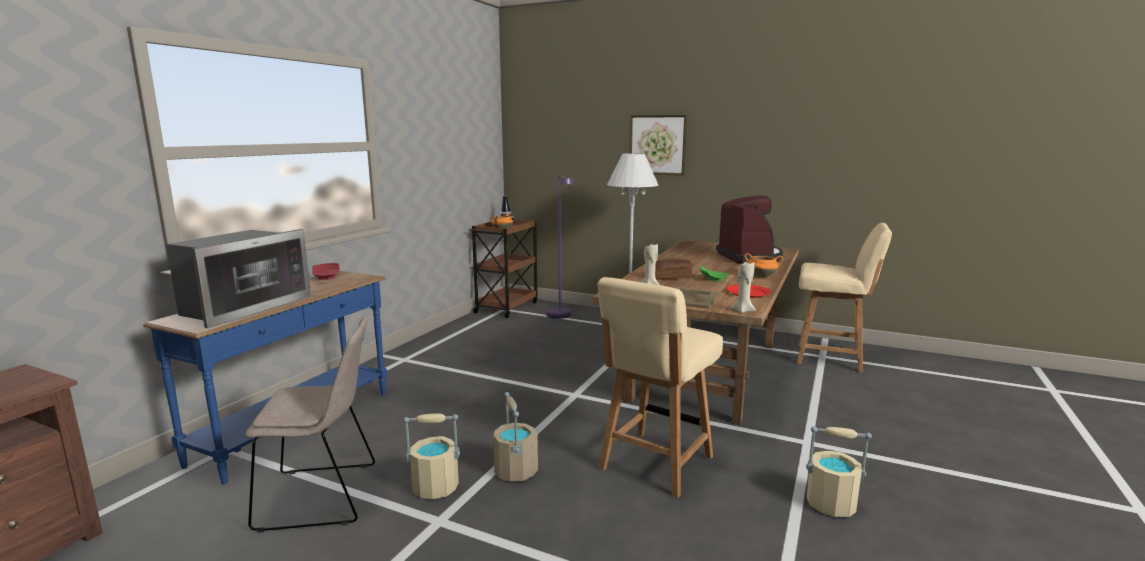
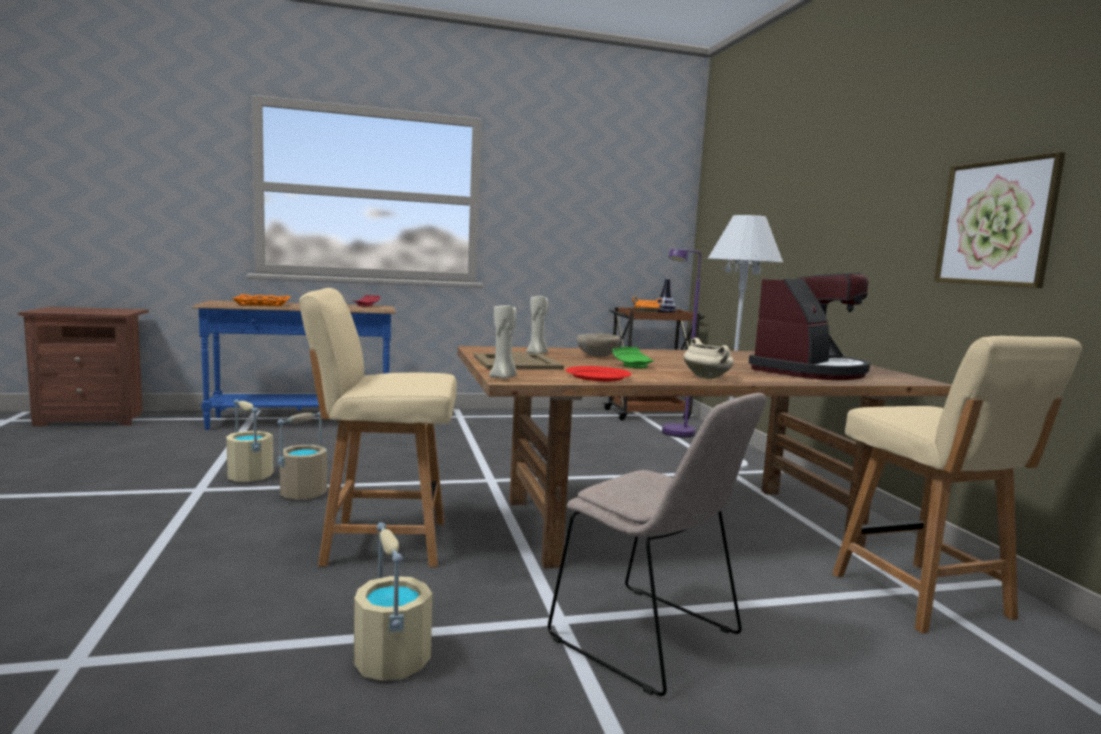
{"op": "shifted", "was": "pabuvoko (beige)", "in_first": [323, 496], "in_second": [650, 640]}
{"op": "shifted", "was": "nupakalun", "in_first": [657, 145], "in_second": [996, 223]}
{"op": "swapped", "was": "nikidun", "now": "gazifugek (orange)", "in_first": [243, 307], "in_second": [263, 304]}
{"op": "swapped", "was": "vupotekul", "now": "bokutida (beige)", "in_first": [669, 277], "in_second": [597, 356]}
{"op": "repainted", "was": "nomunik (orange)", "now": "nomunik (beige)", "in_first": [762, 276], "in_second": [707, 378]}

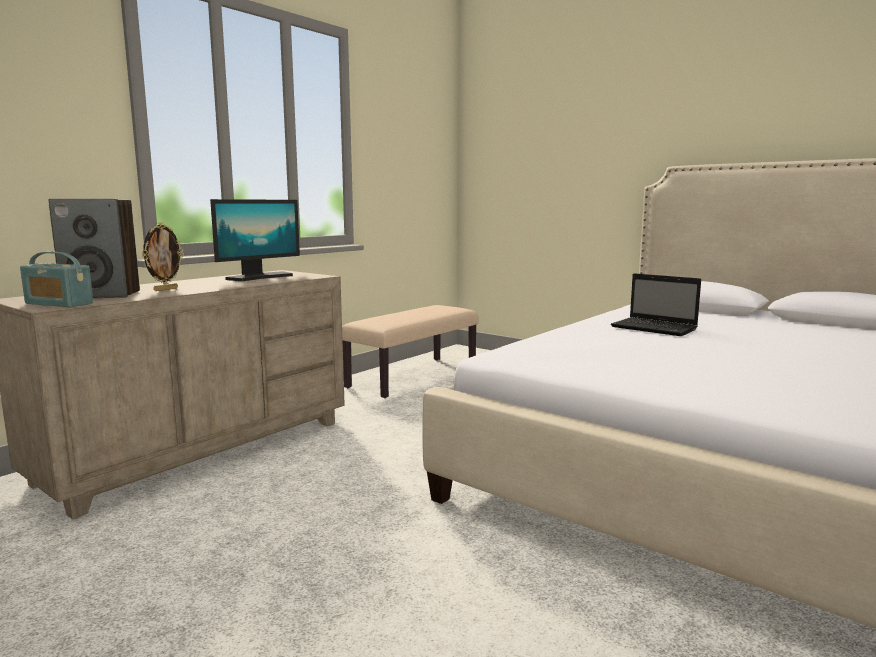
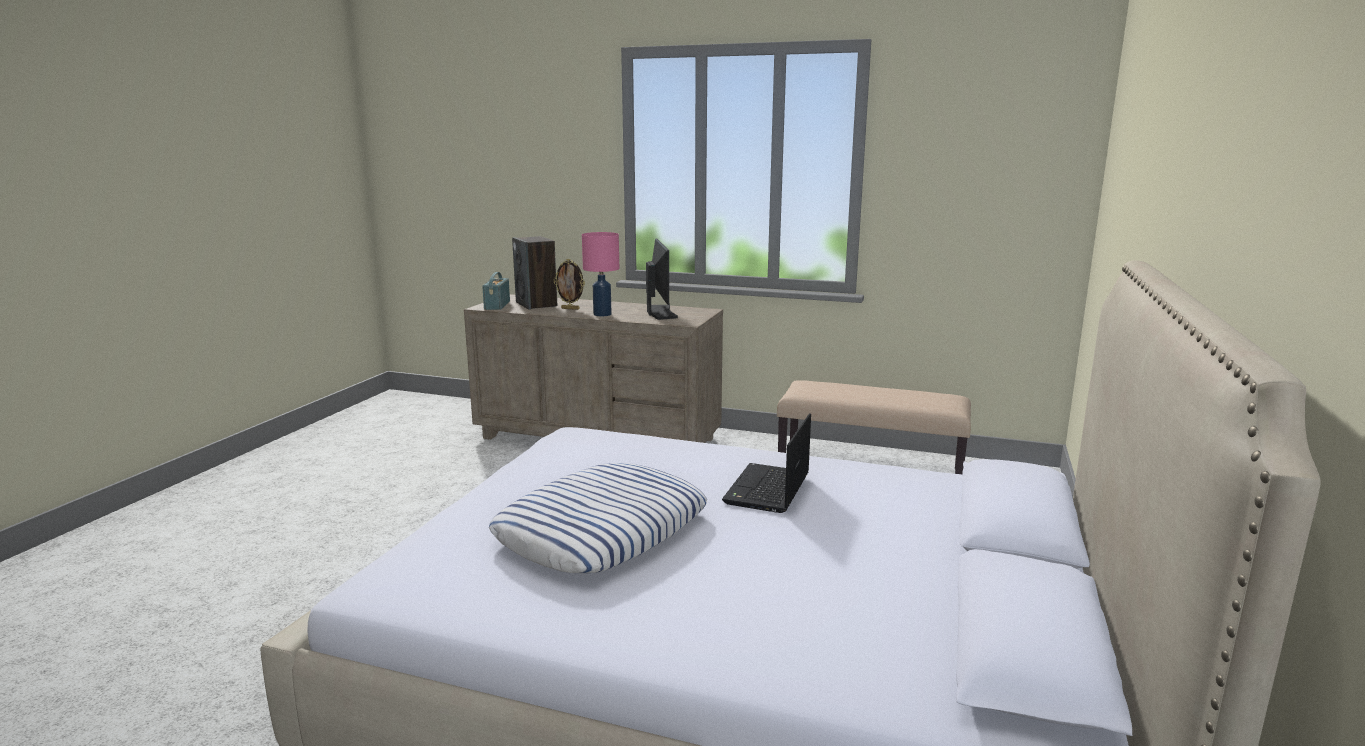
{"op": "new", "now": "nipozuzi", "in_second": [602, 530]}
{"op": "new", "now": "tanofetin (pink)", "in_second": [602, 314]}
{"op": "rotated", "was": "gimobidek", "in_first": [259, 277], "in_second": [660, 313], "clockwise": -120}

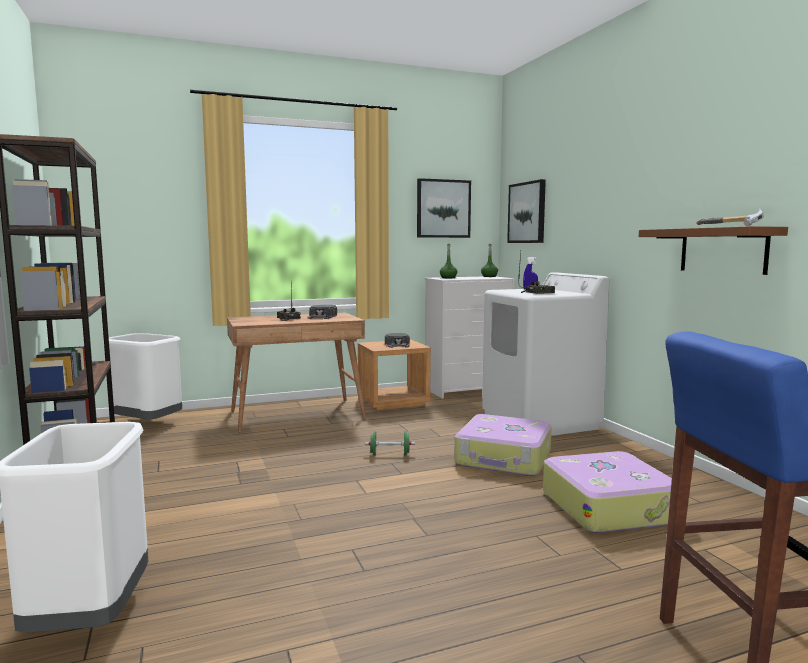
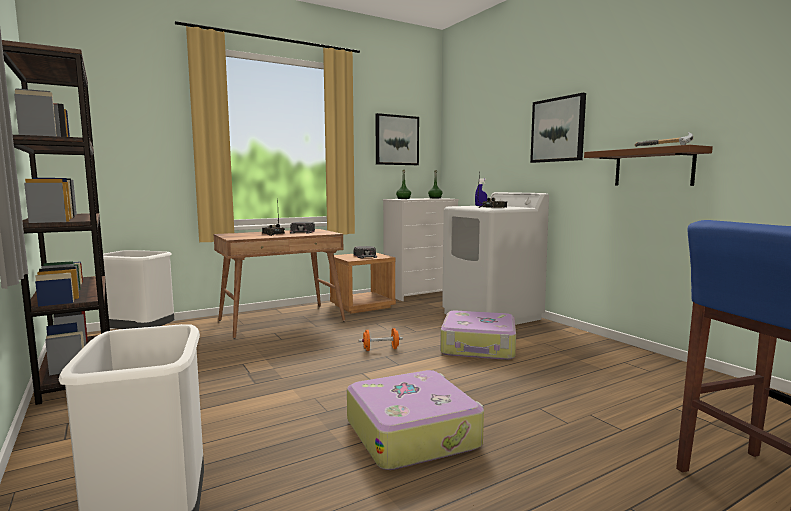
{"op": "shifted", "was": "nupakalun", "in_first": [527, 212], "in_second": [558, 130]}
{"op": "shifted", "was": "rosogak", "in_first": [609, 507], "in_second": [413, 433]}
{"op": "repainted", "was": "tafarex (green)", "now": "tafarex (orange)", "in_first": [390, 454], "in_second": [380, 349]}

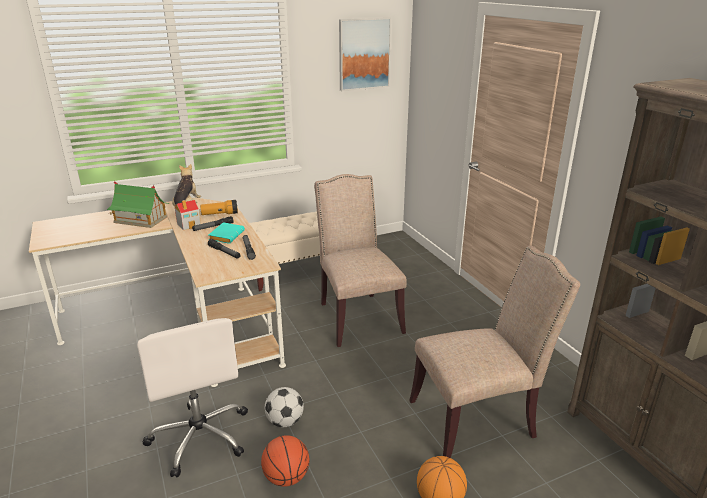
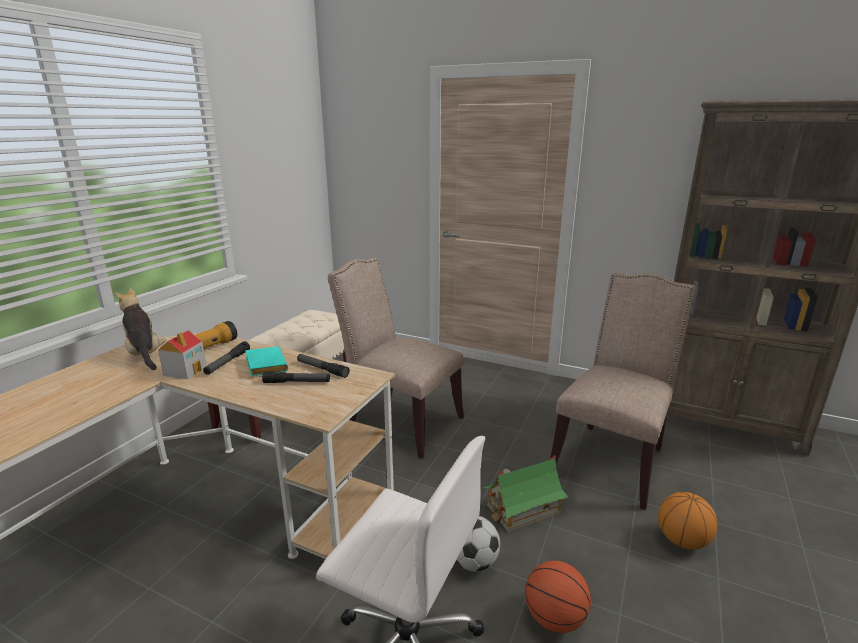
{"op": "gone", "was": "nupakalun", "in_first": [364, 54]}
{"op": "shifted", "was": "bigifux", "in_first": [140, 219], "in_second": [523, 509]}

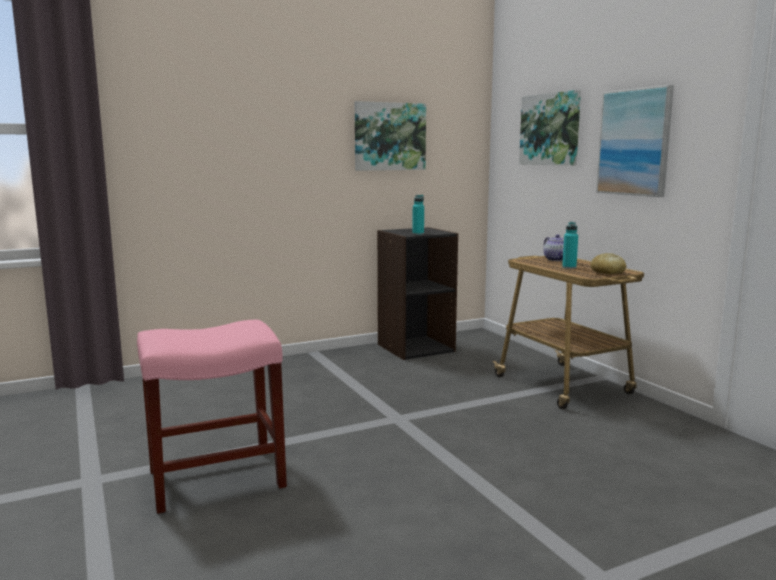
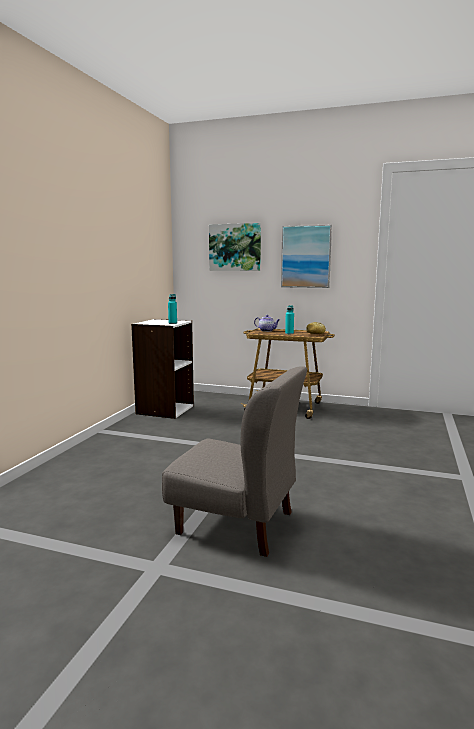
{"op": "gone", "was": "nupakalun", "in_first": [389, 136]}
{"op": "swapped", "was": "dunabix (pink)", "now": "pabuvoko (grey)", "in_first": [214, 479], "in_second": [236, 523]}
{"op": "repainted", "was": "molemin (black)", "now": "molemin (white)", "in_first": [415, 347], "in_second": [164, 409]}

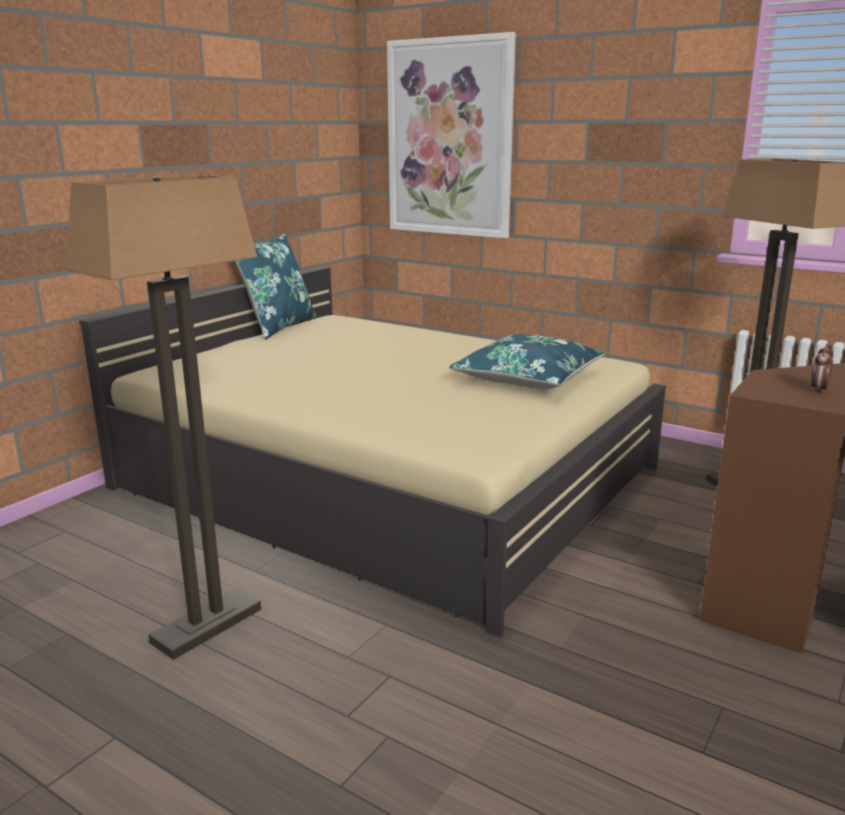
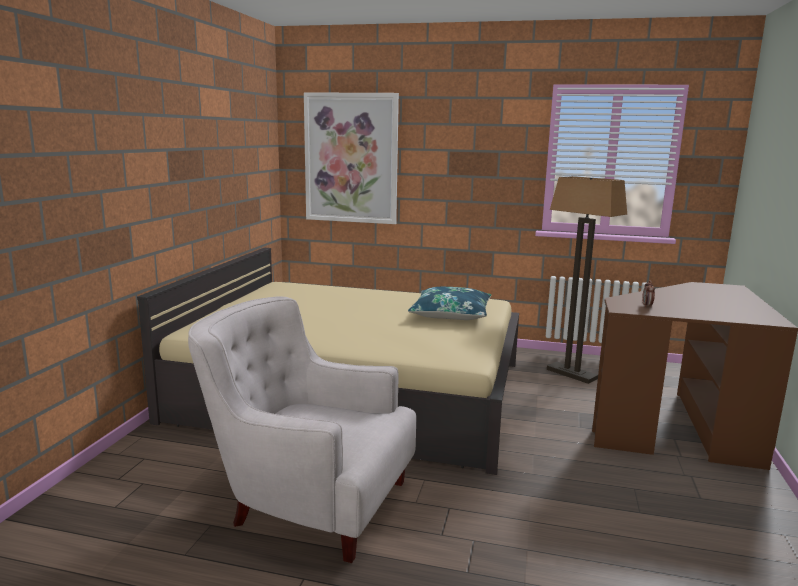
{"op": "gone", "was": "nipozuzi (blue)", "in_first": [278, 327]}
{"op": "swapped", "was": "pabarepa", "now": "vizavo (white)", "in_first": [207, 625], "in_second": [308, 501]}

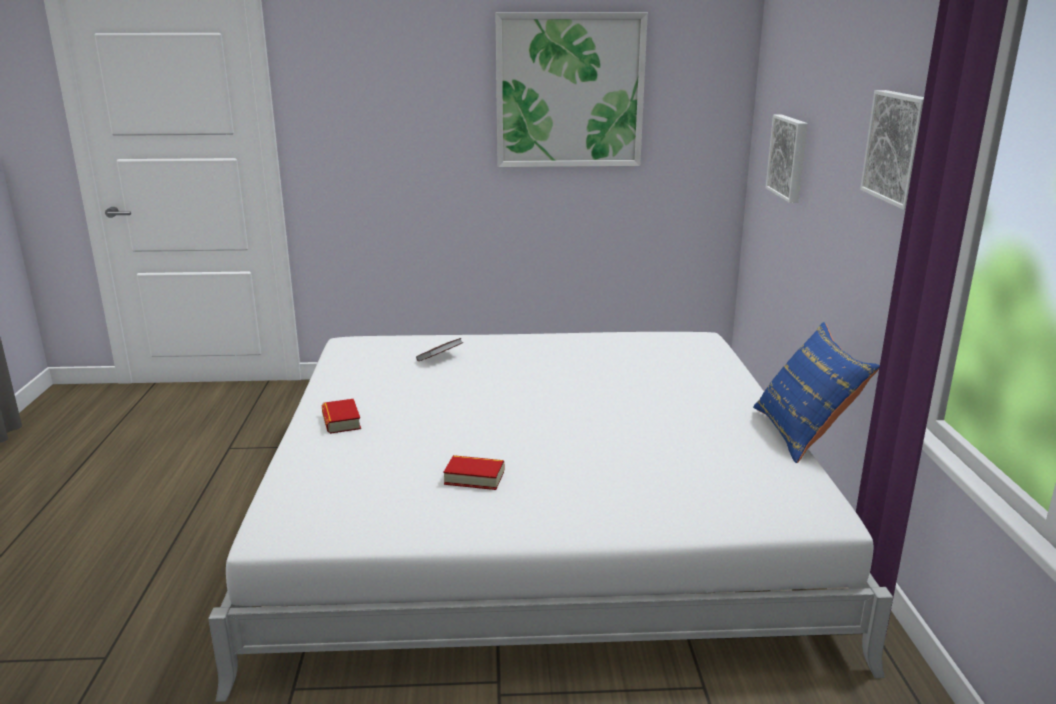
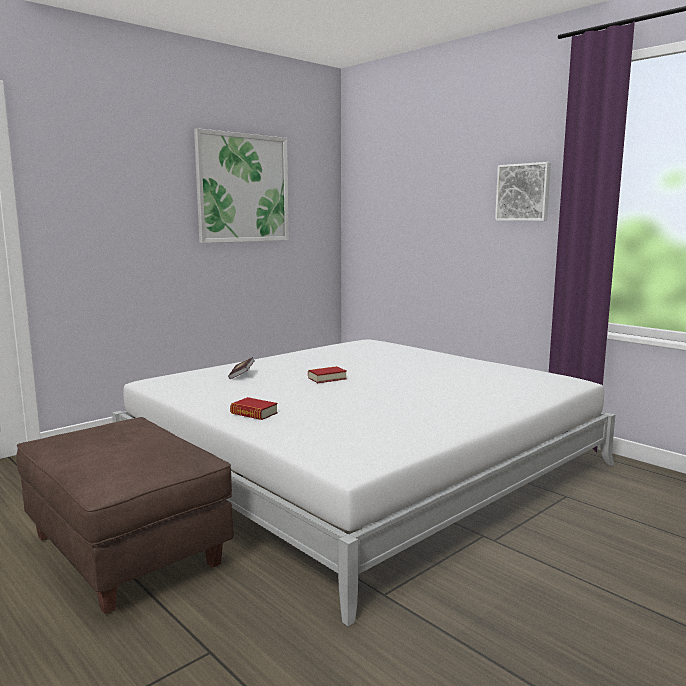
{"op": "gone", "was": "nipozuzi (blue)", "in_first": [804, 433]}
{"op": "gone", "was": "nupakalun", "in_first": [790, 157]}
{"op": "new", "now": "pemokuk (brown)", "in_second": [126, 551]}
{"op": "shifted", "was": "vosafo", "in_first": [474, 478], "in_second": [327, 378]}

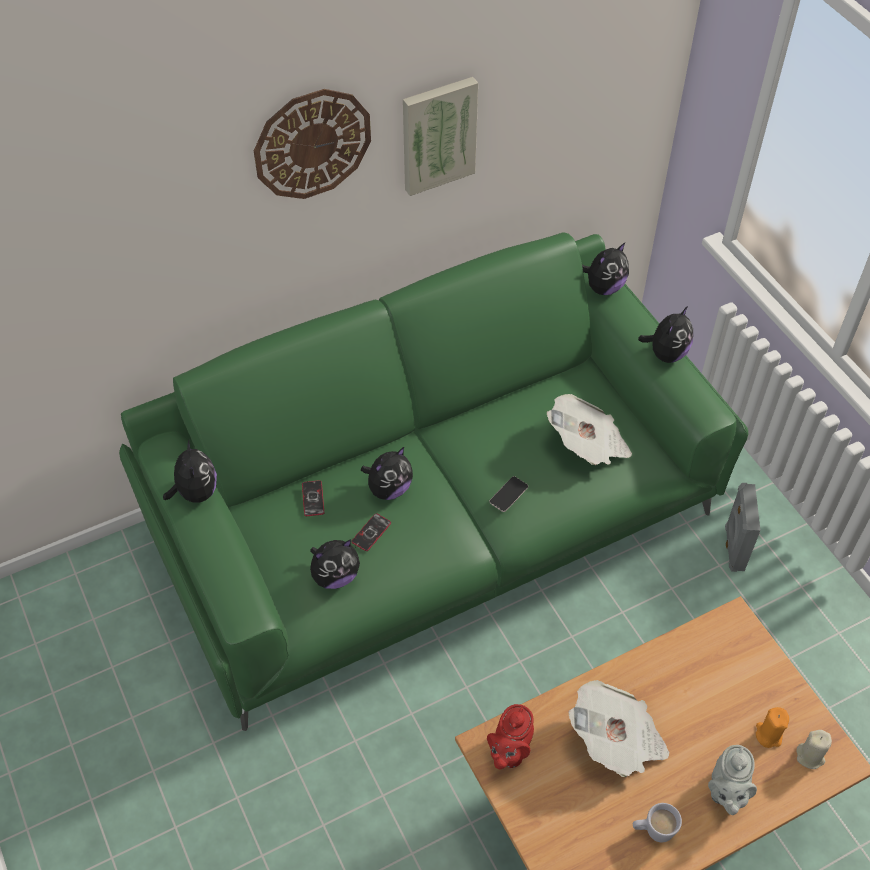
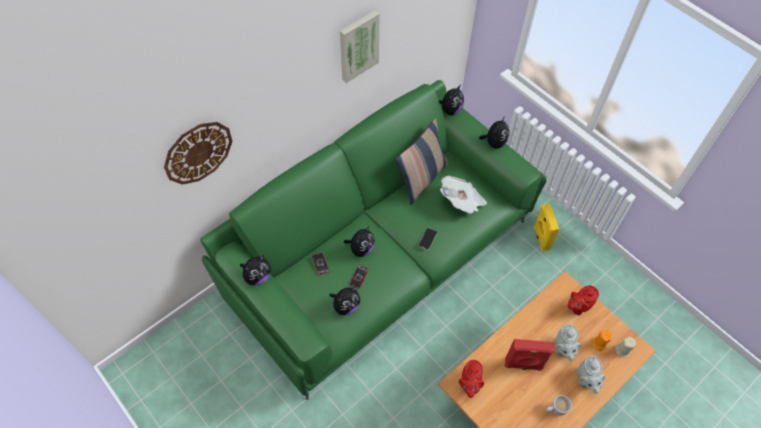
{"op": "new", "now": "nipozuzi", "in_second": [421, 179]}
{"op": "new", "now": "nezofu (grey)", "in_second": [563, 348]}
{"op": "new", "now": "nezofu (red)", "in_second": [578, 307]}
{"op": "shifted", "was": "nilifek", "in_first": [312, 144], "in_second": [198, 152]}
{"op": "swapped", "was": "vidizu", "now": "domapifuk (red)", "in_first": [617, 741], "in_second": [523, 365]}
{"op": "repainted", "was": "domapifuk (grey)", "now": "domapifuk (yellow)", "in_first": [733, 548], "in_second": [540, 238]}
{"op": "rotated", "was": "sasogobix", "in_first": [195, 492], "in_second": [257, 277], "clockwise": 75}

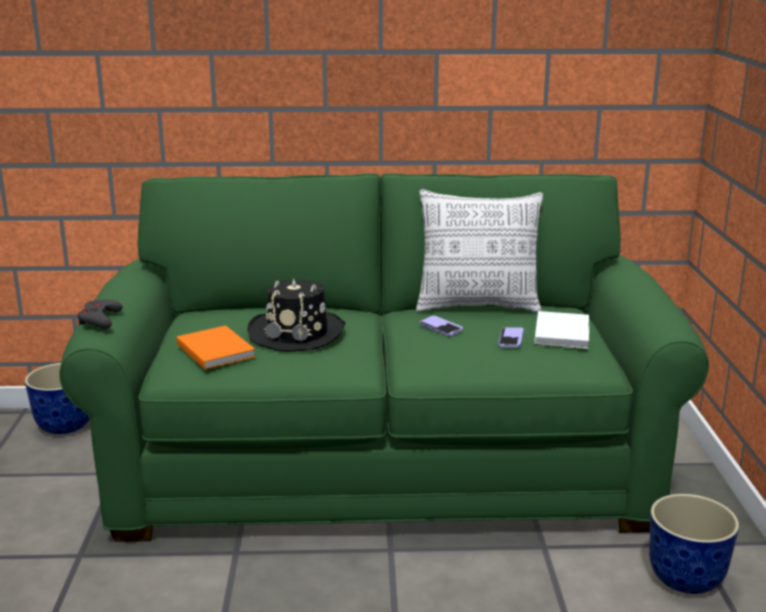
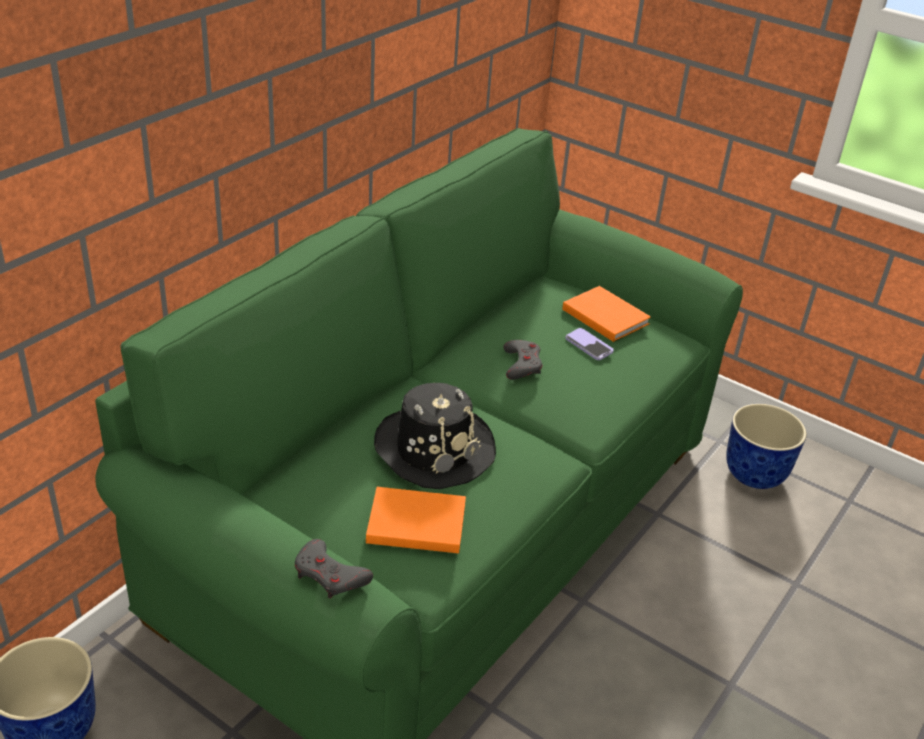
{"op": "gone", "was": "nipozuzi", "in_first": [478, 306]}
{"op": "swapped", "was": "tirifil", "now": "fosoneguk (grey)", "in_first": [441, 327], "in_second": [522, 364]}
{"op": "repainted", "was": "vosafo (white)", "now": "vosafo (orange)", "in_first": [563, 332], "in_second": [604, 315]}

